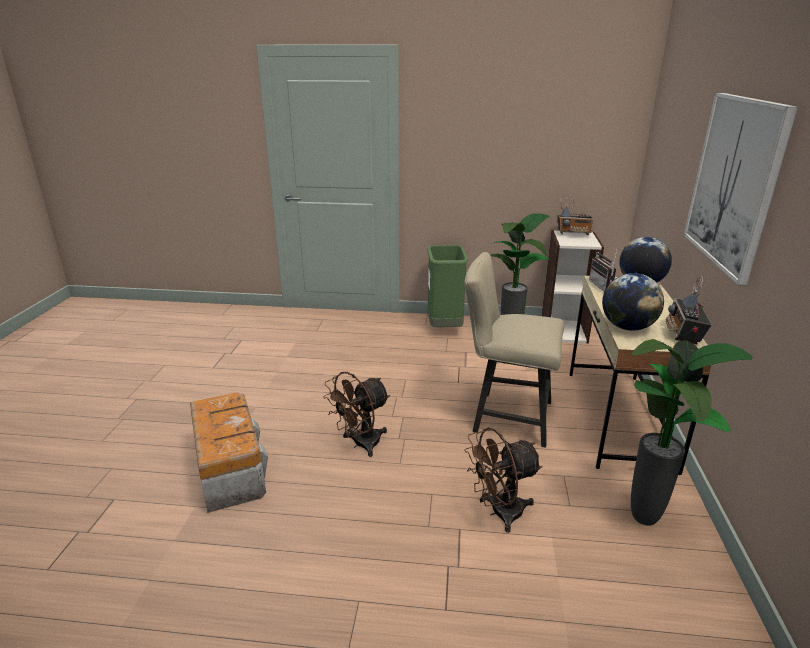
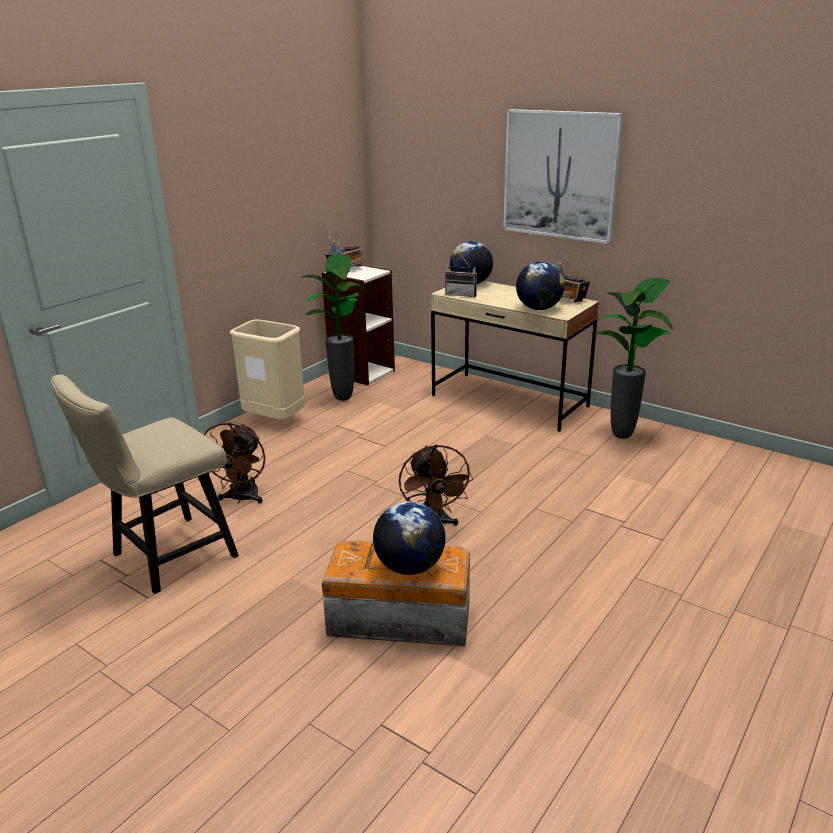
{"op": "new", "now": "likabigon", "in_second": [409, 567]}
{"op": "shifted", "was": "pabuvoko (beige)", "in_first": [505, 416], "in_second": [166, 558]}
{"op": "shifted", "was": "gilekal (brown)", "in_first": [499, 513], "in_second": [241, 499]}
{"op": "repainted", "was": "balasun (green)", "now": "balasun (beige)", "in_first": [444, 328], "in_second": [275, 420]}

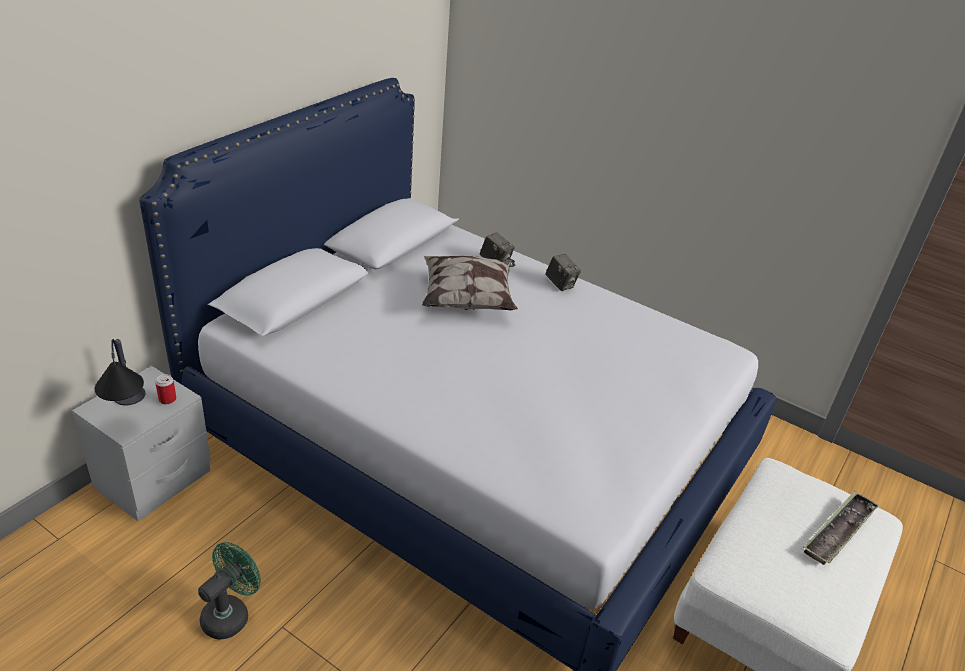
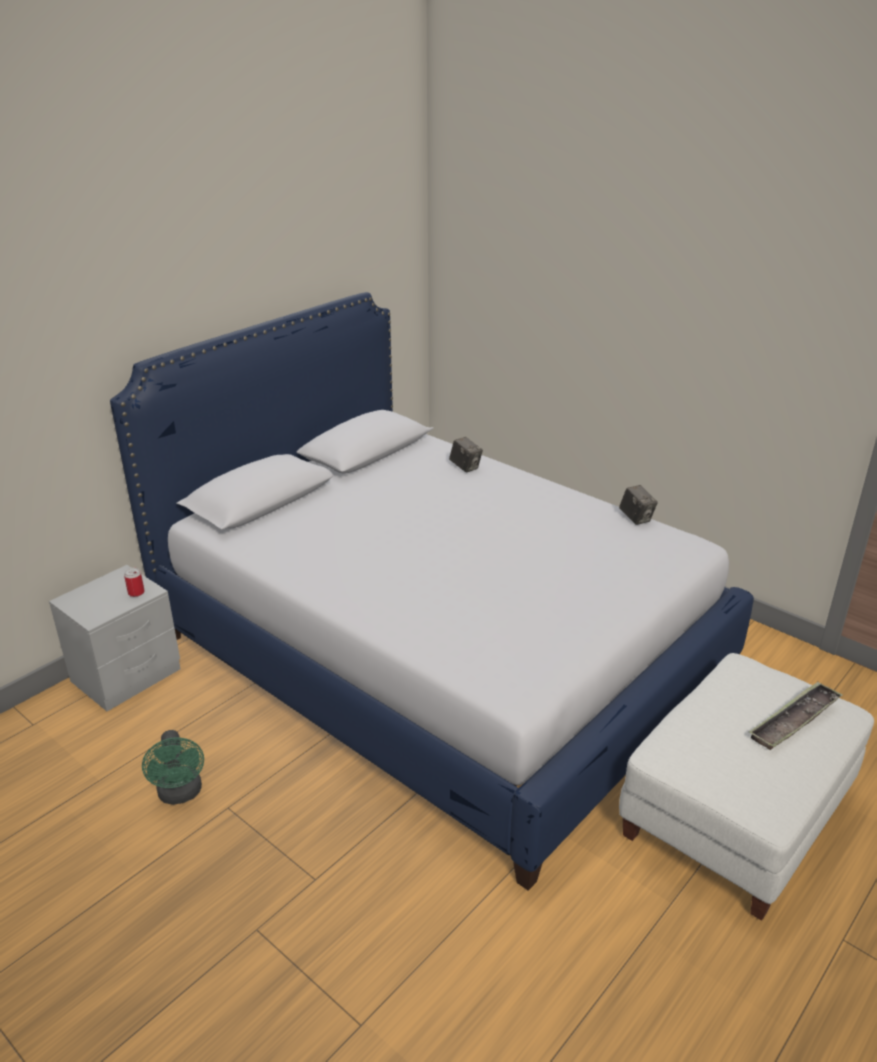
{"op": "gone", "was": "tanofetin", "in_first": [129, 415]}
{"op": "gone", "was": "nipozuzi", "in_first": [469, 299]}
{"op": "shifted", "was": "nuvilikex", "in_first": [560, 284], "in_second": [636, 518]}
{"op": "rotated", "was": "gilekal (green)", "in_first": [230, 614], "in_second": [181, 794], "clockwise": 120}

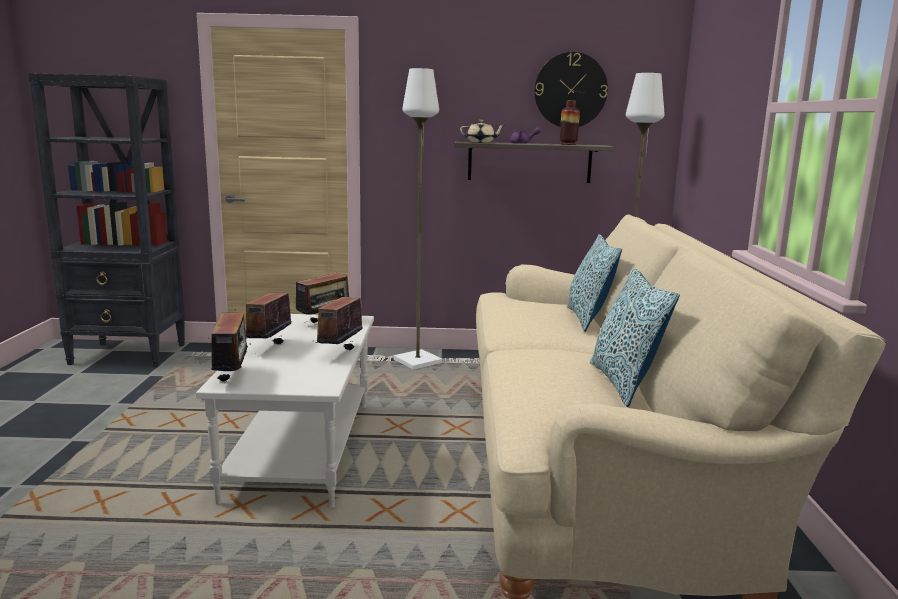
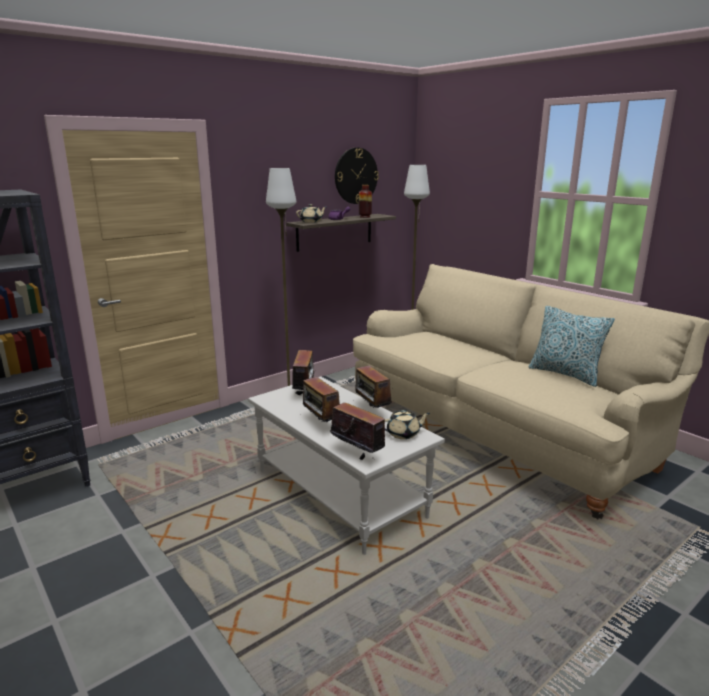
{"op": "gone", "was": "nipozuzi", "in_first": [588, 319]}
{"op": "new", "now": "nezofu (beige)", "in_second": [403, 434]}

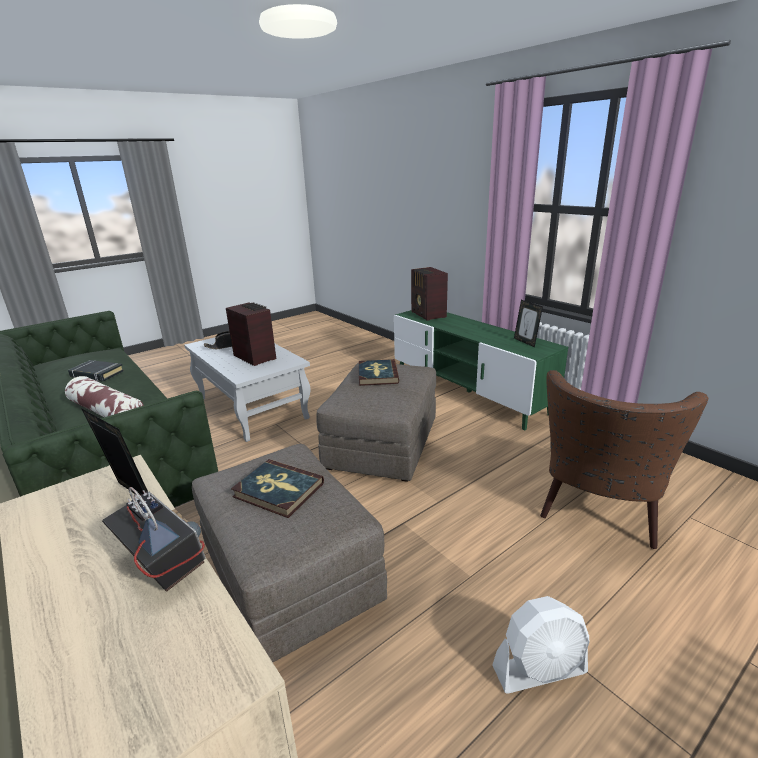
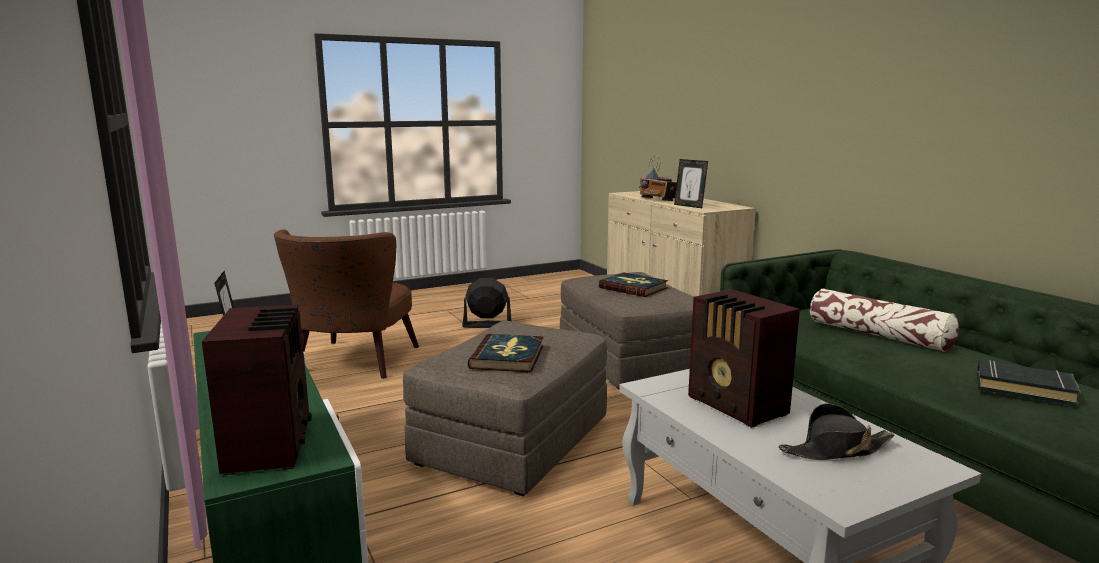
{"op": "repainted", "was": "gilekal (white)", "now": "gilekal (black)", "in_first": [540, 670], "in_second": [487, 325]}
{"op": "rotated", "was": "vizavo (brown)", "in_first": [597, 512], "in_second": [351, 364], "clockwise": 150}

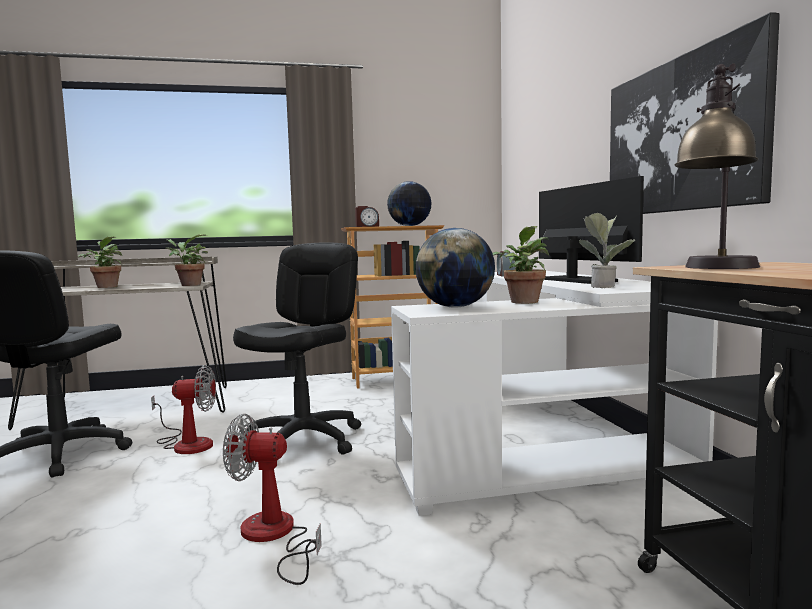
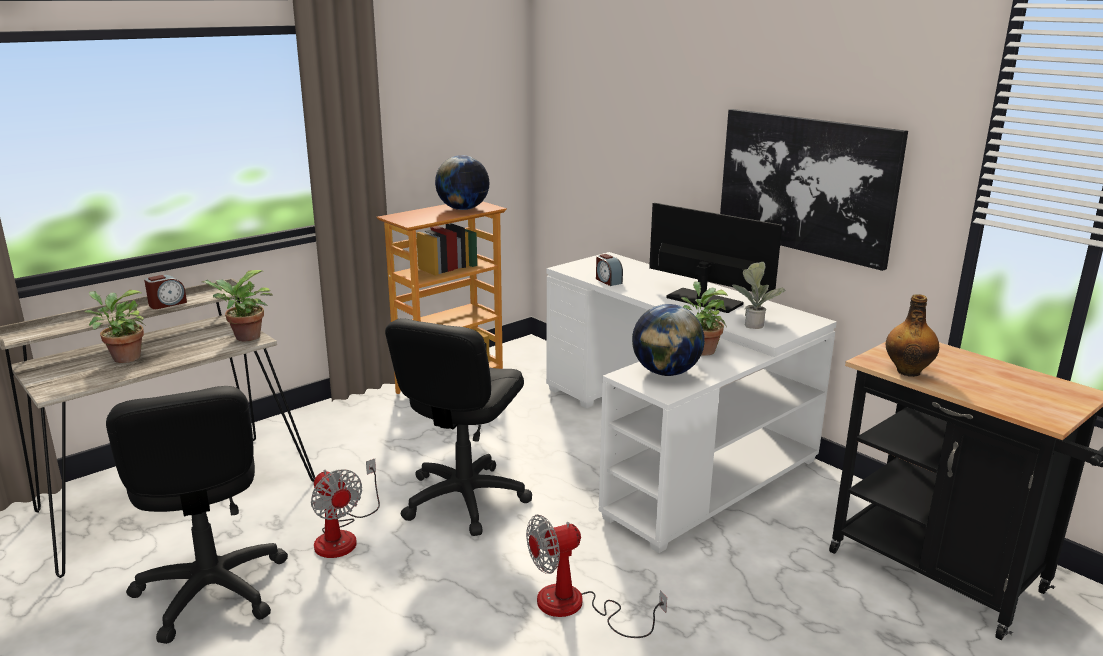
{"op": "shifted", "was": "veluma", "in_first": [367, 226], "in_second": [167, 304]}
{"op": "swapped", "was": "tanofetin", "now": "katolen", "in_first": [716, 268], "in_second": [908, 371]}
{"op": "rotated", "was": "gilekal", "in_first": [187, 443], "in_second": [343, 535], "clockwise": 90}
{"op": "rotated", "was": "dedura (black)", "in_first": [304, 440], "in_second": [464, 499], "clockwise": -150}

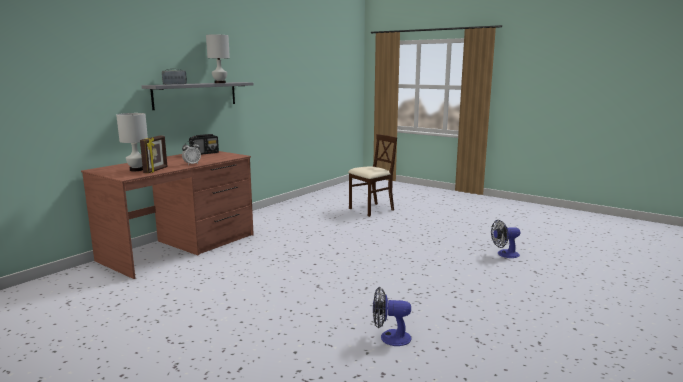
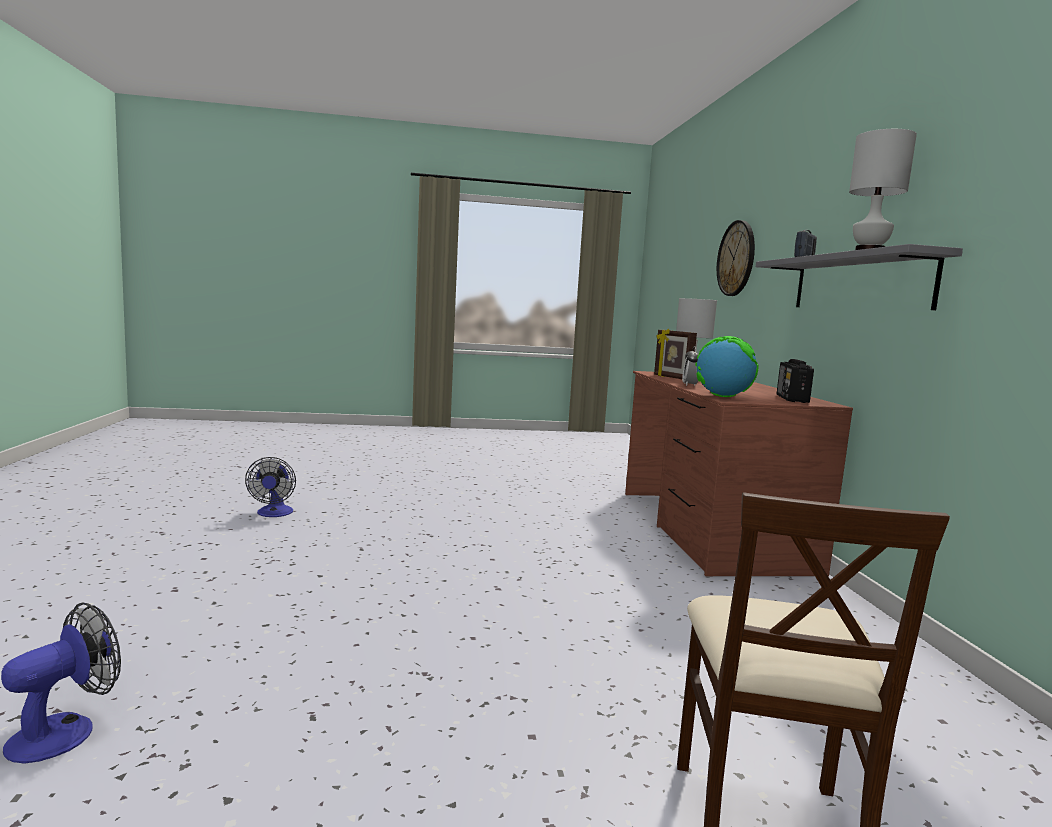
{"op": "new", "now": "likabigon", "in_second": [722, 396]}
{"op": "new", "now": "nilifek", "in_second": [736, 258]}
{"op": "rotated", "was": "gilekal", "in_first": [389, 337], "in_second": [274, 513], "clockwise": 120}

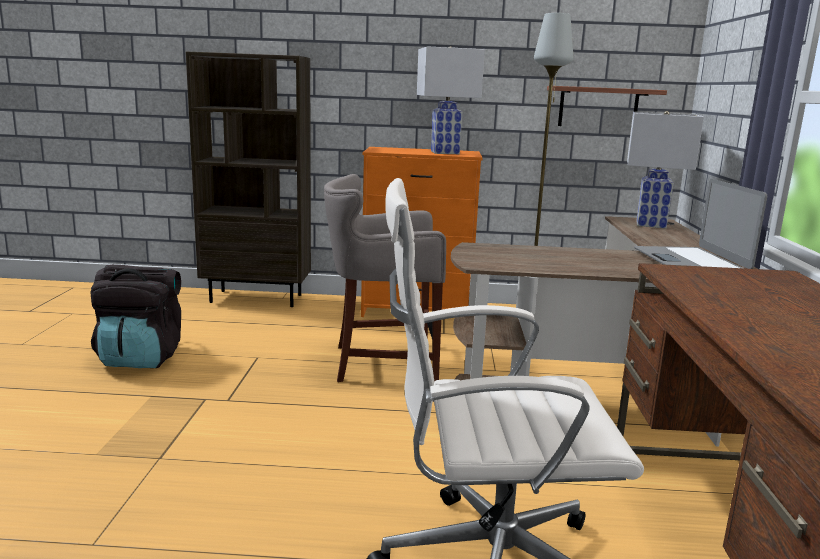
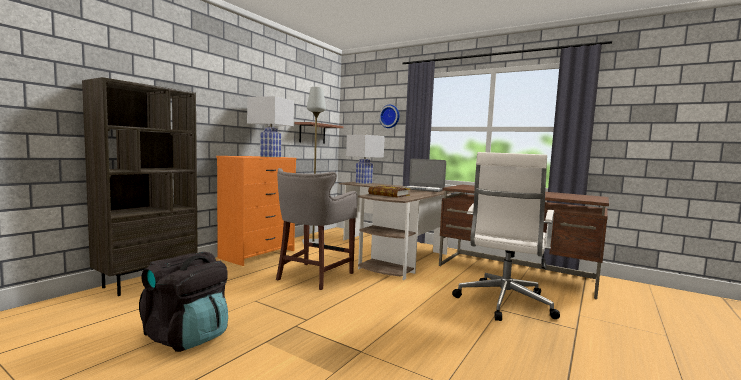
{"op": "new", "now": "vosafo", "in_second": [389, 194]}
{"op": "new", "now": "nilifek", "in_second": [390, 116]}

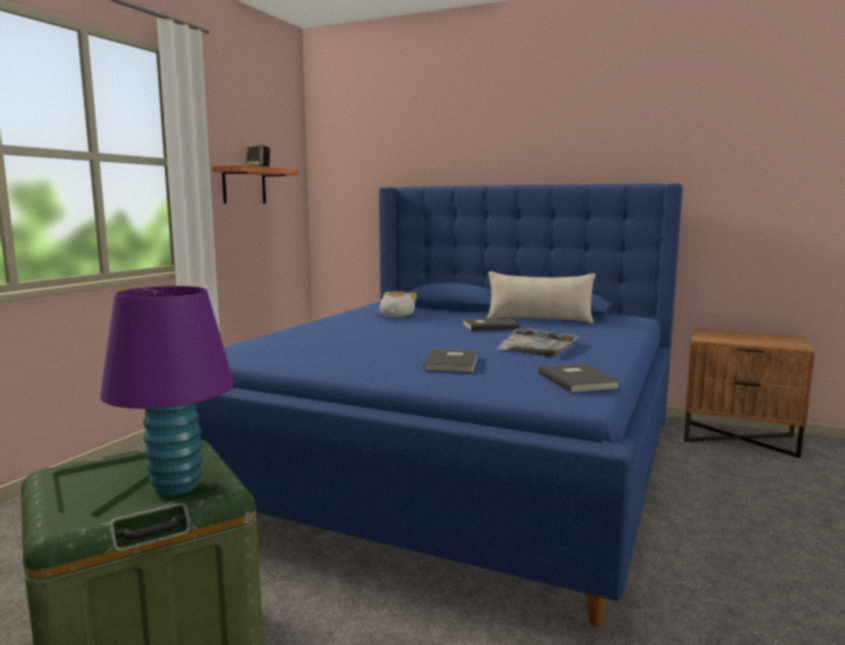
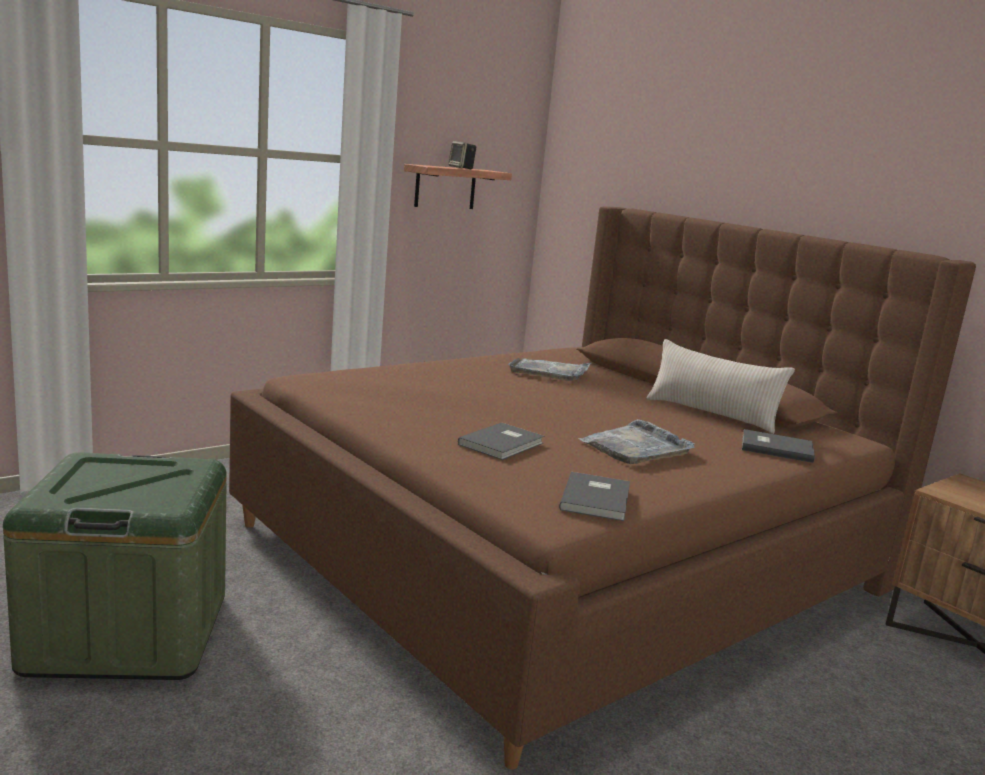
{"op": "gone", "was": "tanofetin (purple)", "in_first": [176, 486]}
{"op": "shifted", "was": "vosafo (grey)", "in_first": [488, 326], "in_second": [775, 448]}
{"op": "swapped", "was": "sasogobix", "now": "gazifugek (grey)", "in_first": [396, 316], "in_second": [550, 371]}
{"op": "repainted", "was": "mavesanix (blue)", "now": "mavesanix (brown)", "in_first": [458, 458], "in_second": [565, 555]}

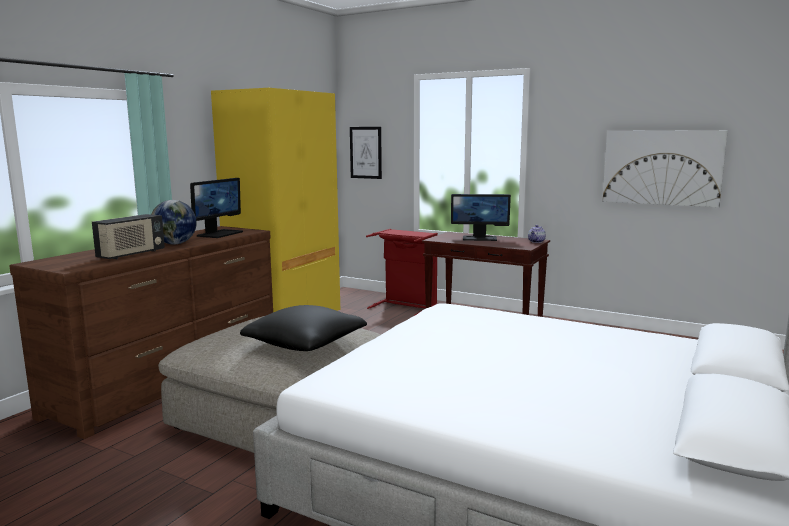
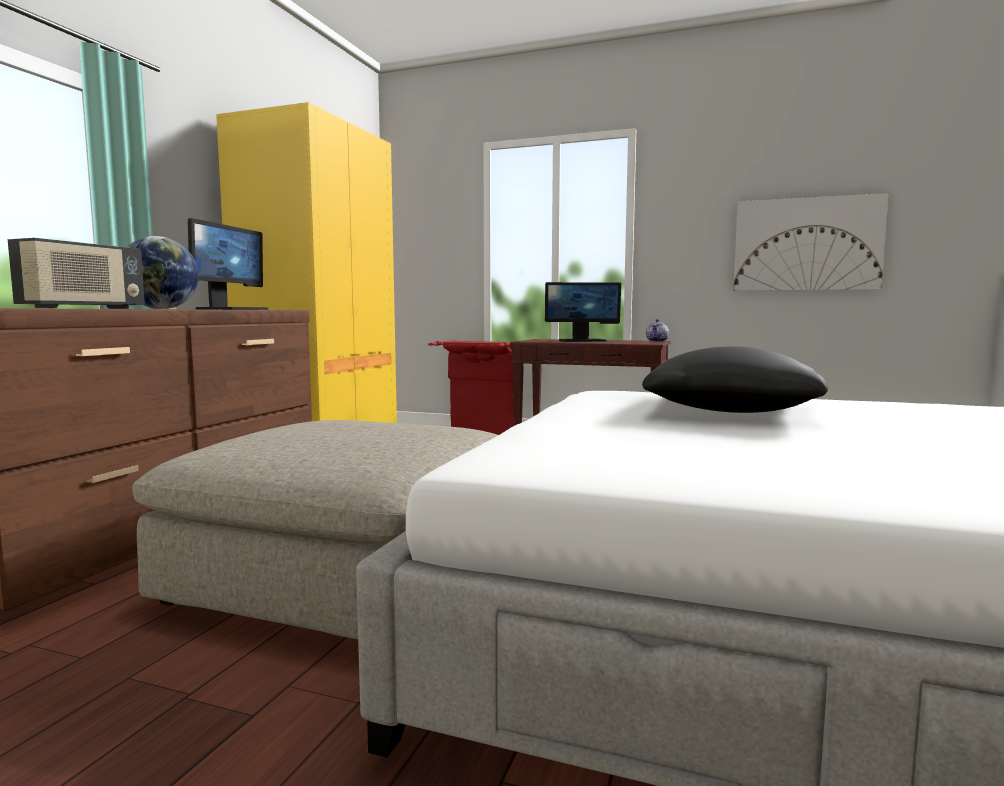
{"op": "gone", "was": "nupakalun", "in_first": [365, 152]}
{"op": "shifted", "was": "nipozuzi (black)", "in_first": [305, 344], "in_second": [733, 410]}

